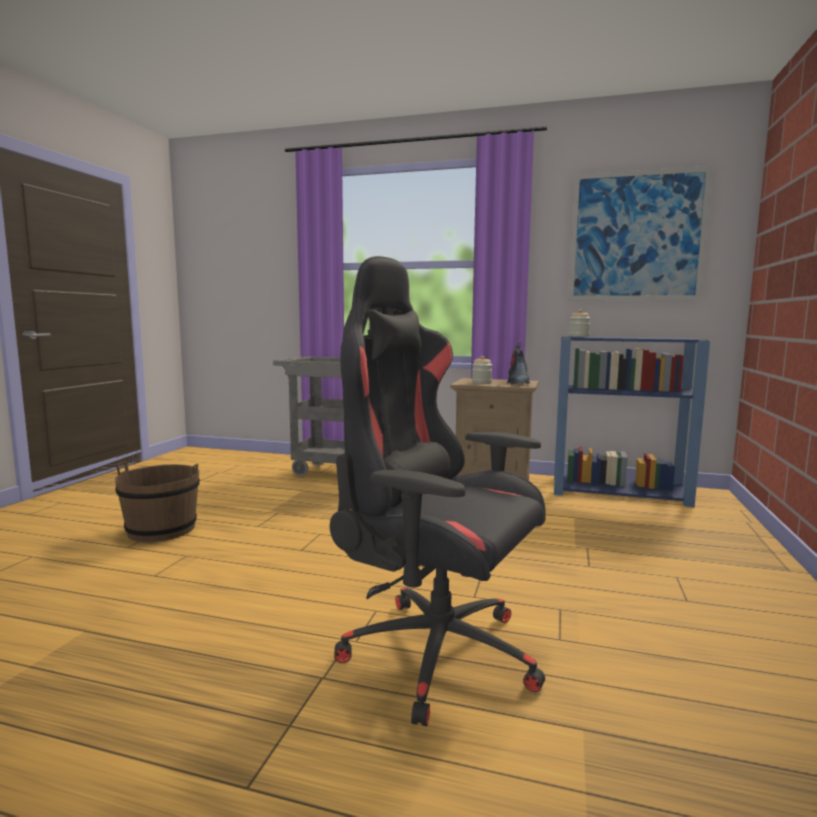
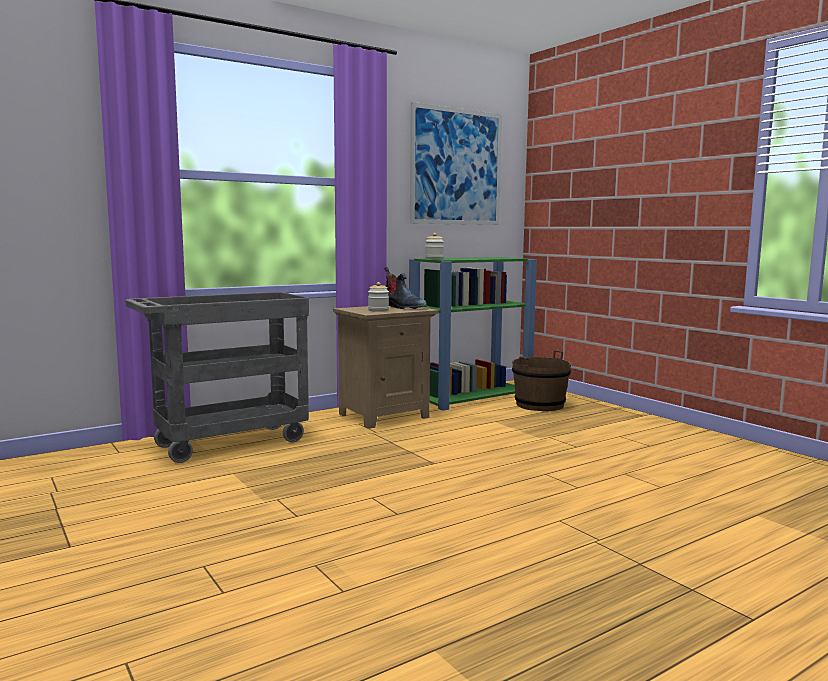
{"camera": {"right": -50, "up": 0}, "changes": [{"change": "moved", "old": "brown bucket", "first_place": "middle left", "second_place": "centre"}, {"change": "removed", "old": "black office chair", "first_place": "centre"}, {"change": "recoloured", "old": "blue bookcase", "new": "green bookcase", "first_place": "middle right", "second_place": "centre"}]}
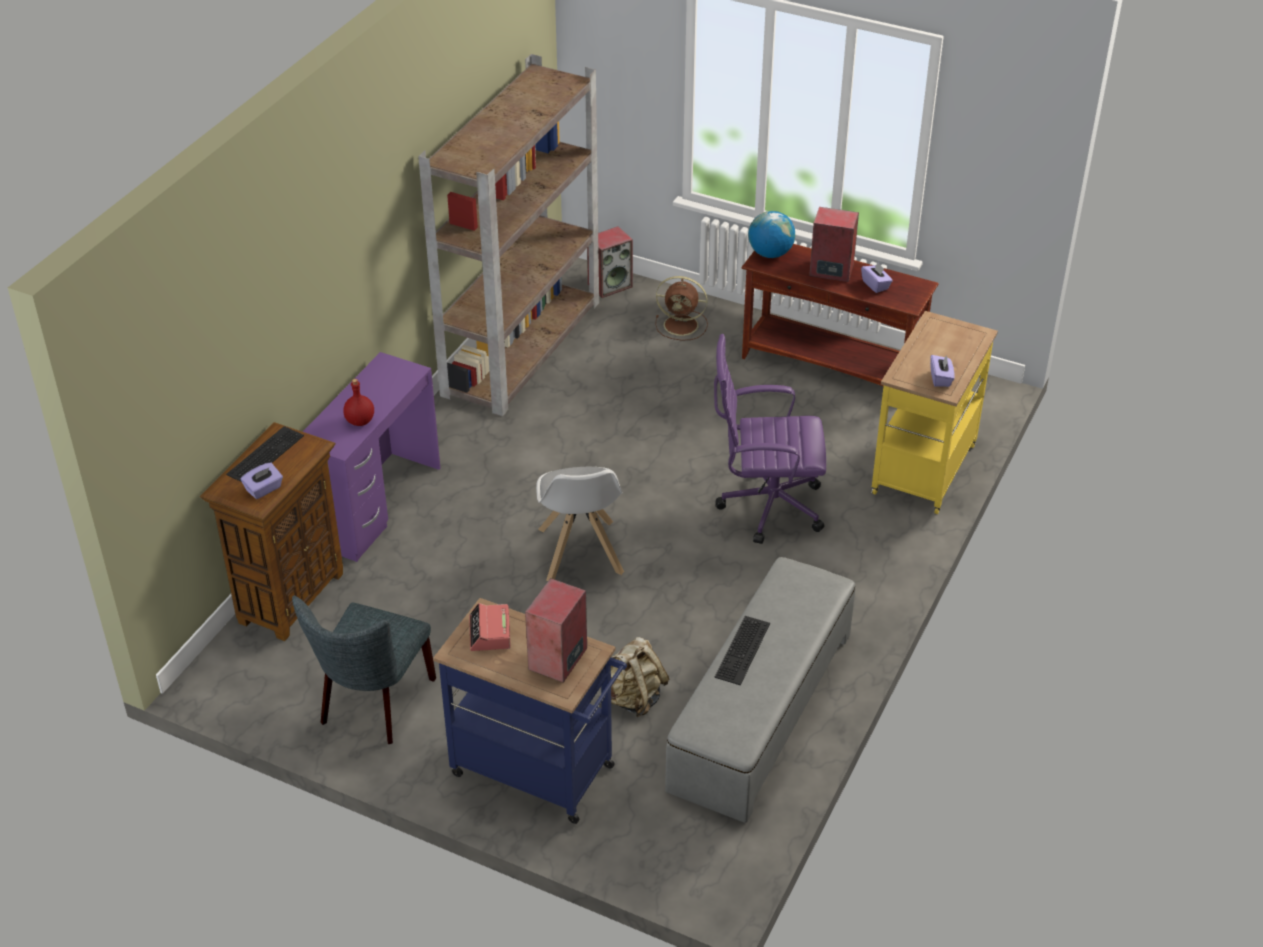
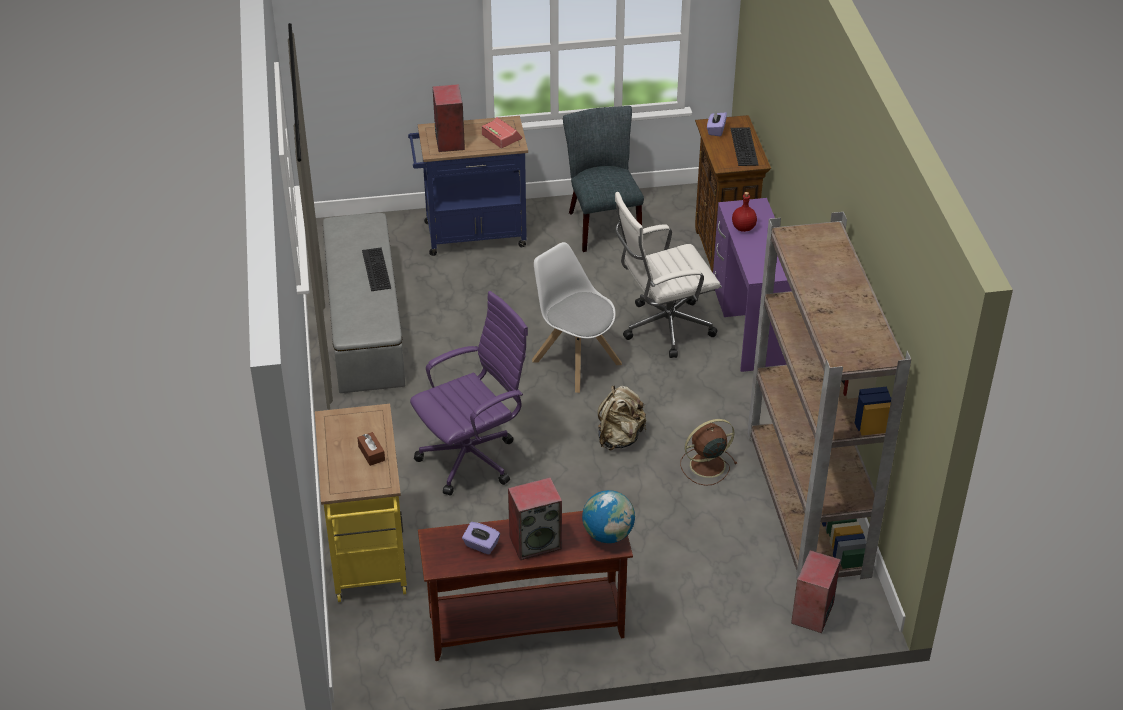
{"camera": {"right": 145, "up": 0}, "changes": [{"change": "moved", "old": "beige backpack", "first_place": "bottom centre", "second_place": "centre"}, {"change": "moved", "old": "brown fan", "first_place": "top centre", "second_place": "centre"}, {"change": "removed", "old": "purple tissue box (3rd from left)", "first_place": "middle right"}, {"change": "added", "new": "brown tissue box", "second_place": "middle left"}, {"change": "added", "new": "white office chair", "second_place": "centre"}]}
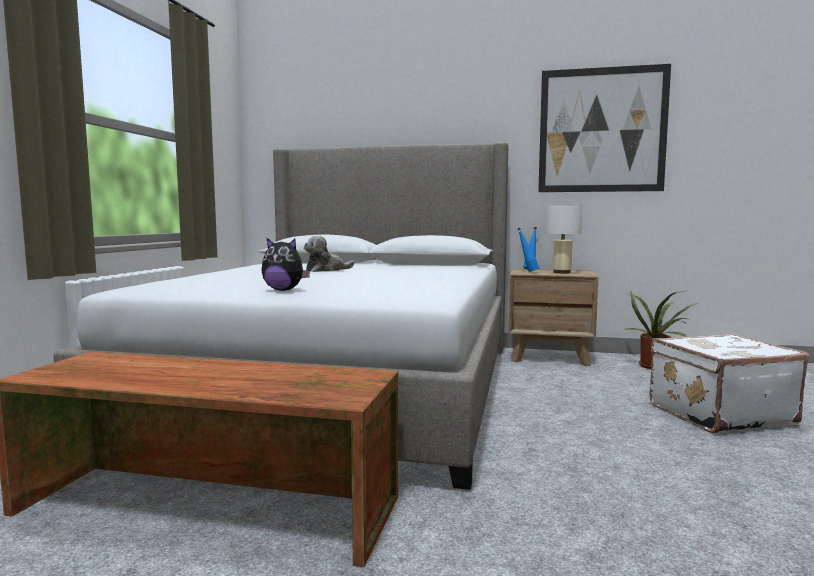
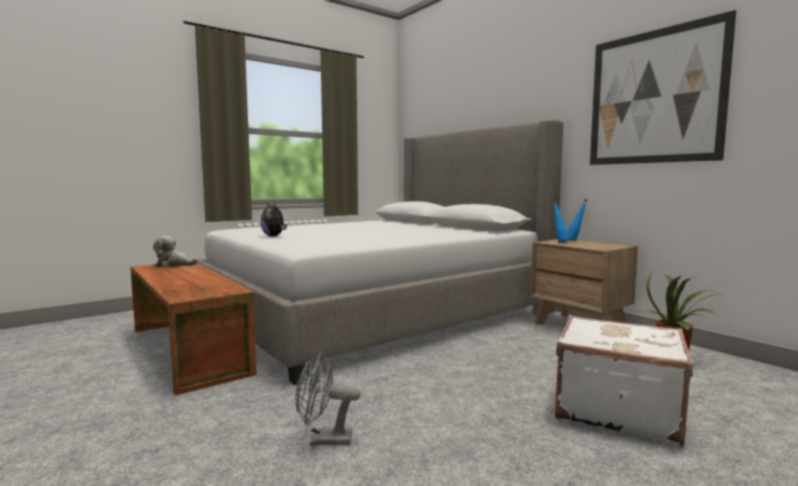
{"camera": {"right": 40, "up": 0}, "changes": [{"change": "moved", "old": "plush toy (2nd from left in the first image)", "new": "plush toy (1st from left)", "first_place": "centre", "second_place": "middle left"}, {"change": "removed", "old": "white table lamp", "first_place": "middle right"}, {"change": "added", "new": "grey fan", "second_place": "bottom centre"}]}
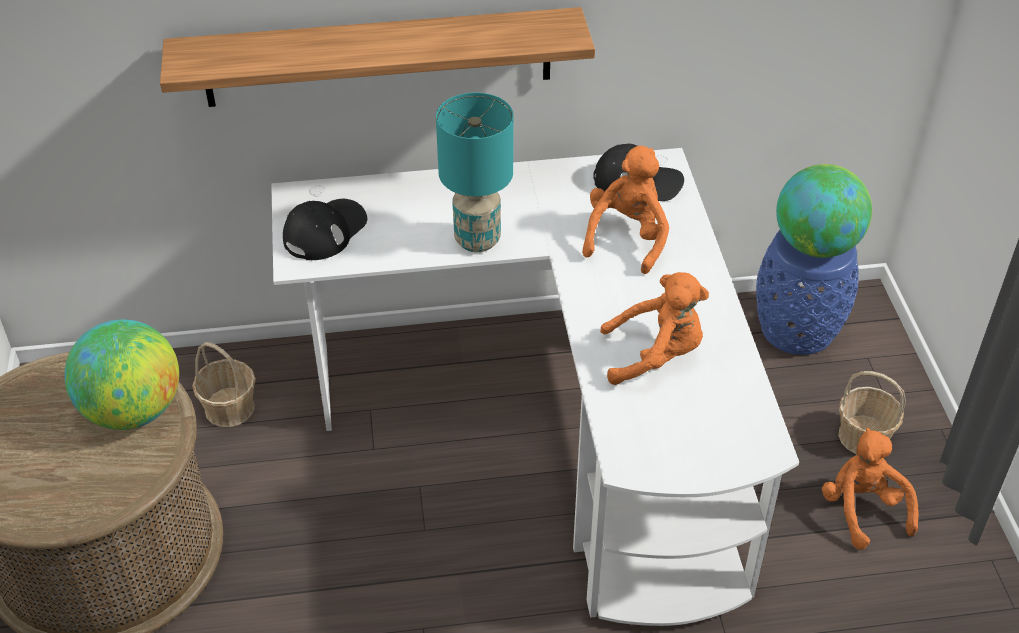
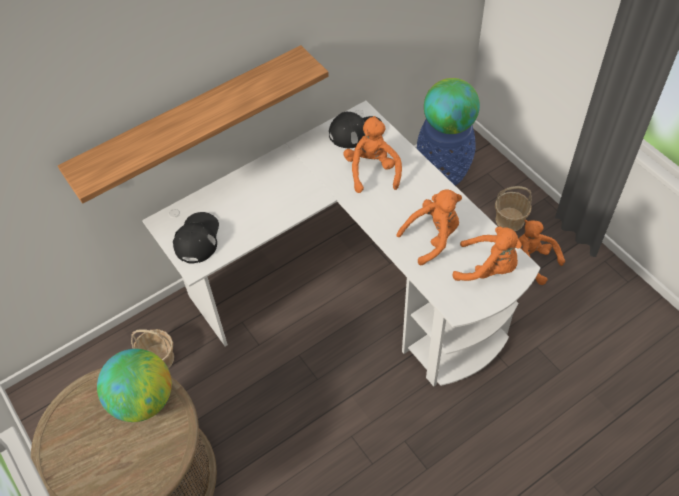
{"camera": {"right": -25, "up": 10}, "changes": [{"change": "removed", "old": "turquoise table lamp", "first_place": "top centre"}, {"change": "added", "new": "orange plush toy (3rd from left)", "second_place": "middle right"}]}
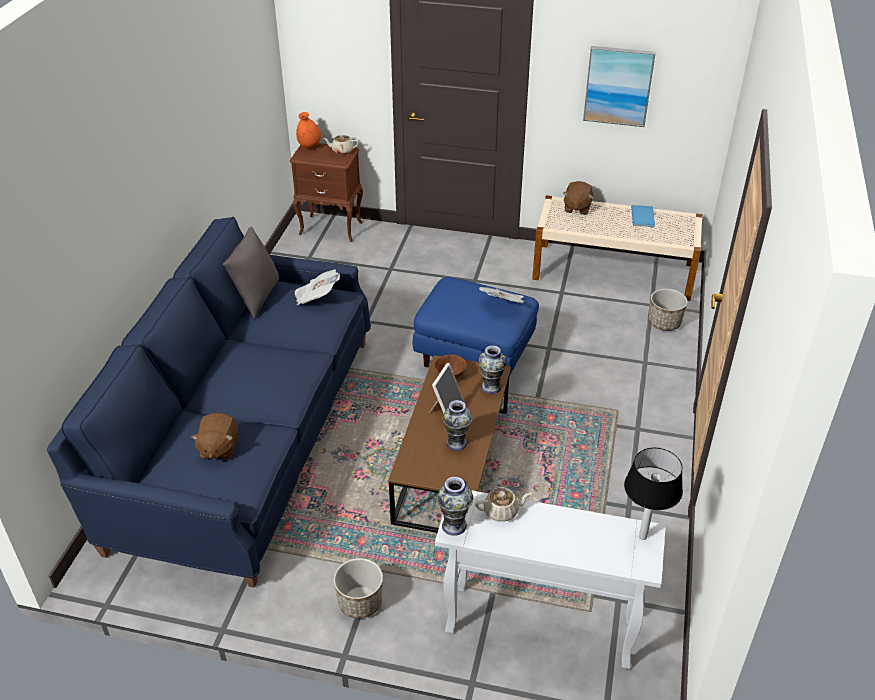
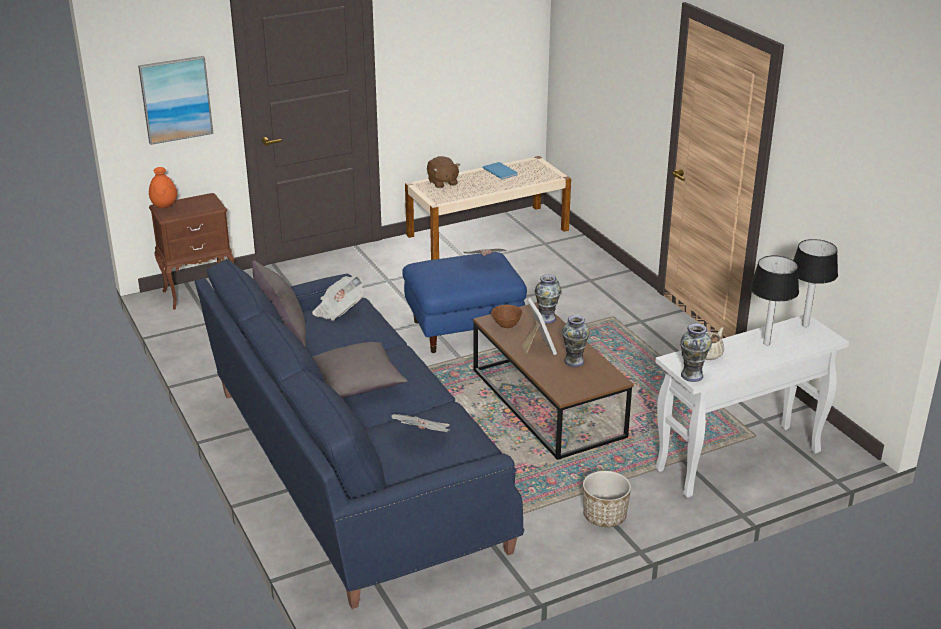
{"camera": {"right": -40, "up": -10}, "changes": [{"change": "replaced", "old": "brown plush toy (1st from left)", "new": "newspaper (2nd from left)", "first_place": "middle left", "second_place": "bottom centre"}, {"change": "removed", "old": "beige teapot (1st from left)", "first_place": "top centre"}, {"change": "moved", "old": "picture", "first_place": "top right", "second_place": "top left"}, {"change": "removed", "old": "planter (2nd from left)", "first_place": "middle right"}, {"change": "added", "new": "grey pillow (2nd from left)", "second_place": "centre"}, {"change": "added", "new": "table lamp (1st from left)", "second_place": "middle right"}]}
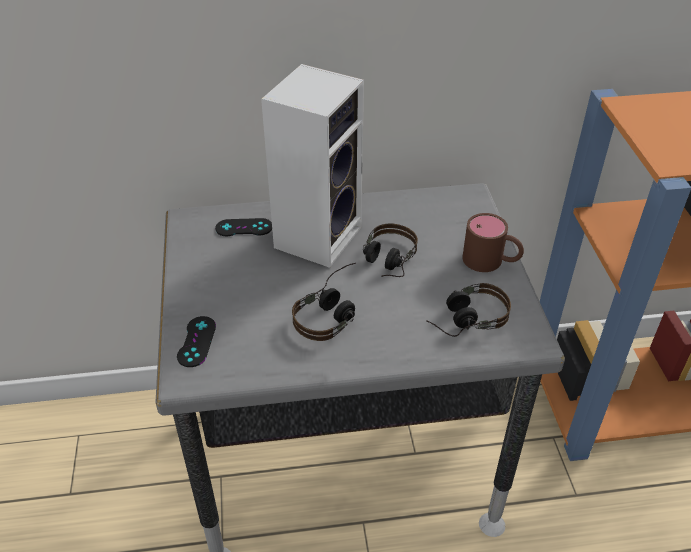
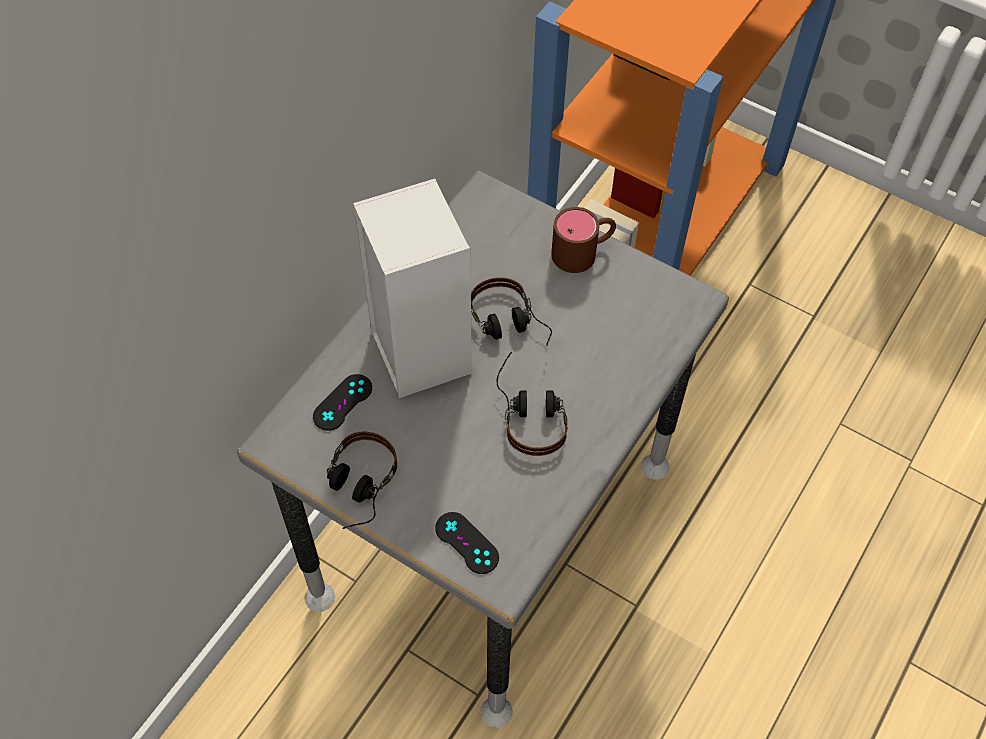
{"camera": {"right": -50, "up": 15}, "changes": [{"change": "moved", "old": "headphones (3rd from left in the first image)", "new": "headphones (1st from left)", "first_place": "middle right", "second_place": "centre"}]}
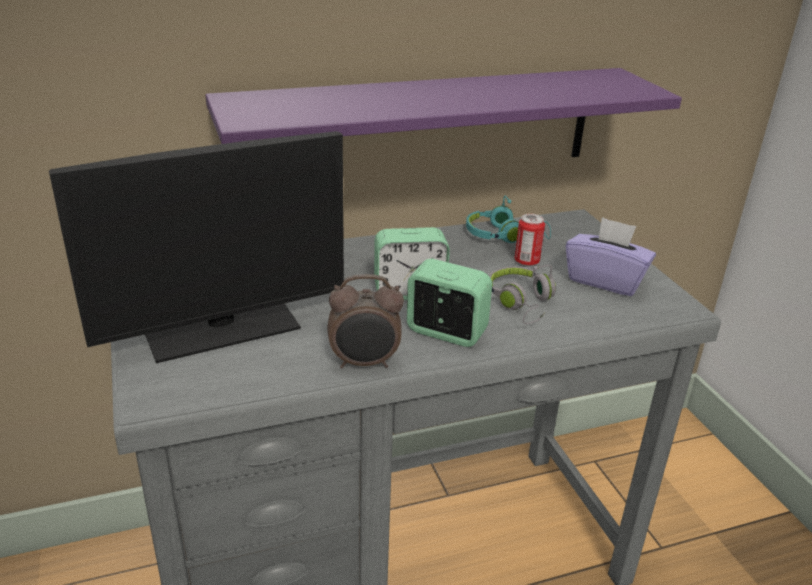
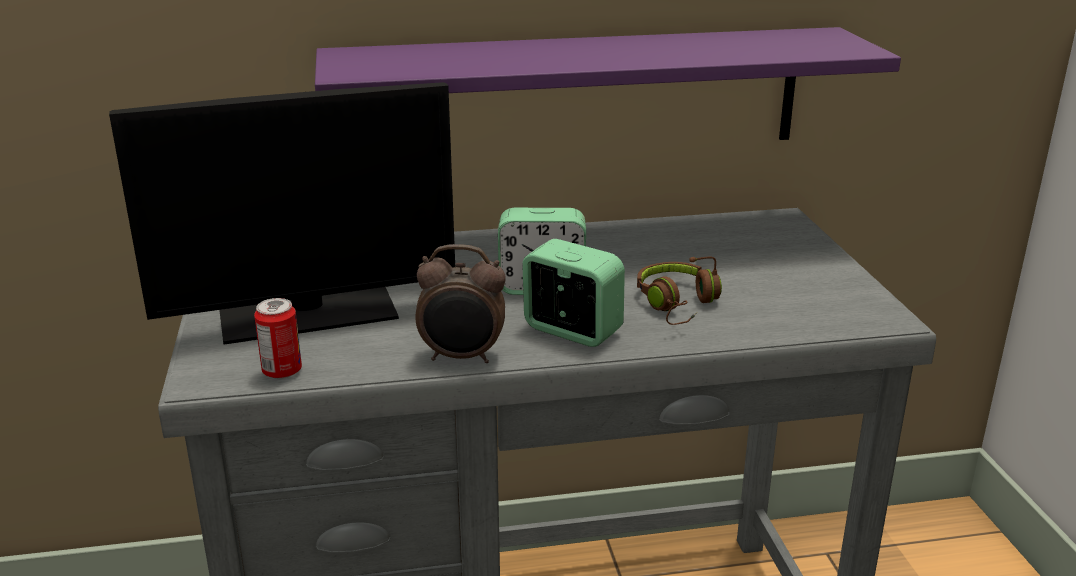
{"camera": {"right": 10, "up": -5}, "changes": [{"change": "removed", "old": "turquoise headphones", "first_place": "centre"}, {"change": "recoloured", "old": "grey headphones", "new": "brown headphones", "first_place": "centre", "second_place": "centre"}, {"change": "moved", "old": "can", "first_place": "centre", "second_place": "middle left"}, {"change": "removed", "old": "purple tissue box", "first_place": "middle right"}]}
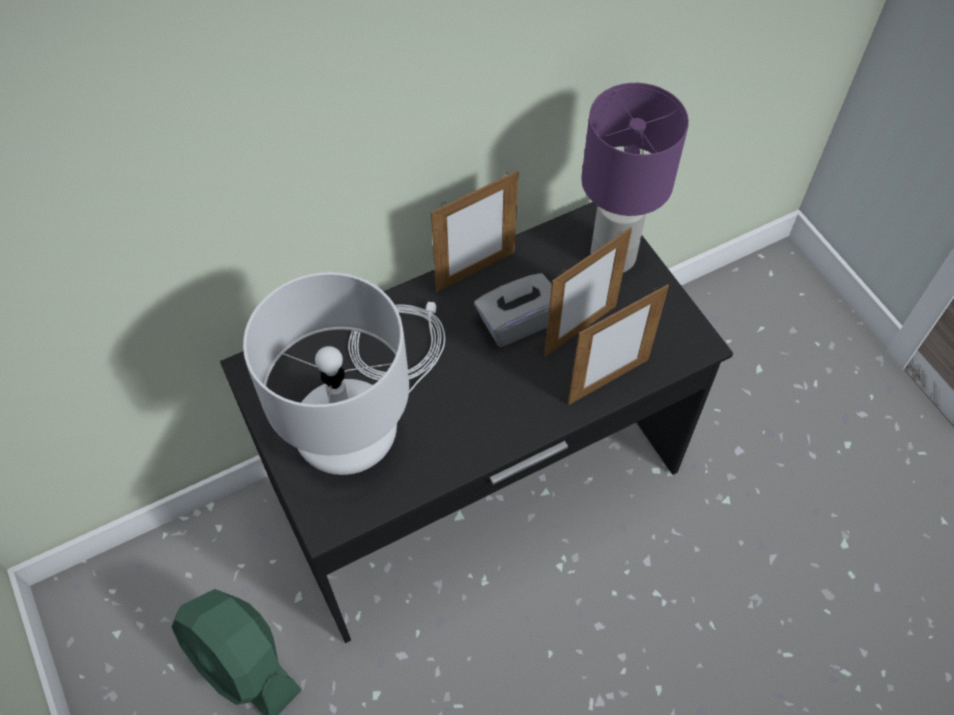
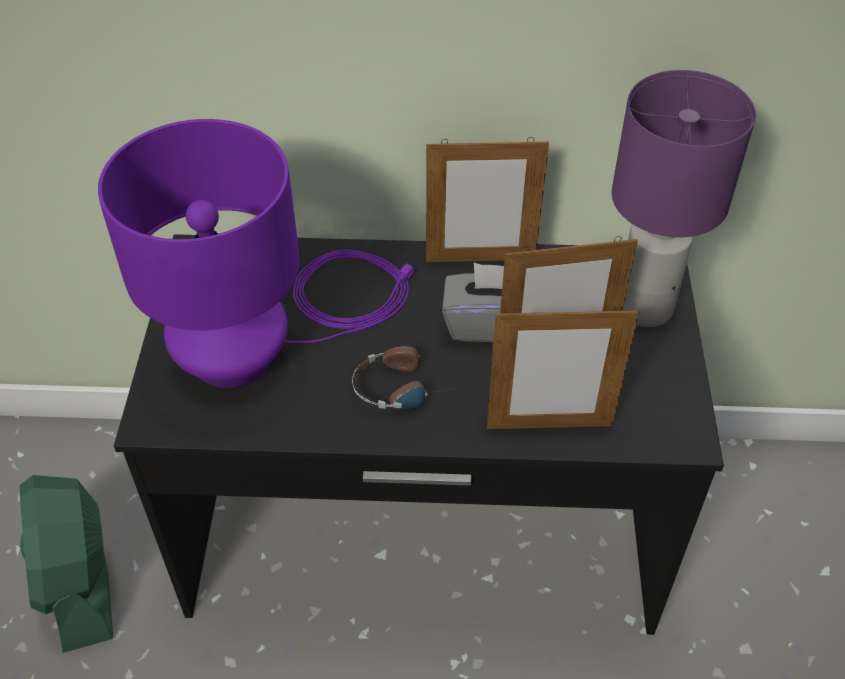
{"camera": {"right": 30, "up": -10}, "changes": [{"change": "recoloured", "old": "white table lamp", "new": "purple table lamp (1st from left)", "first_place": "centre", "second_place": "middle left"}, {"change": "added", "new": "headphones", "second_place": "centre"}]}
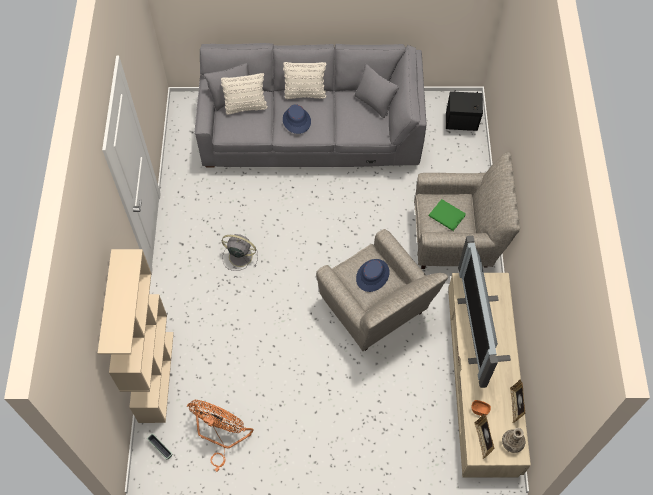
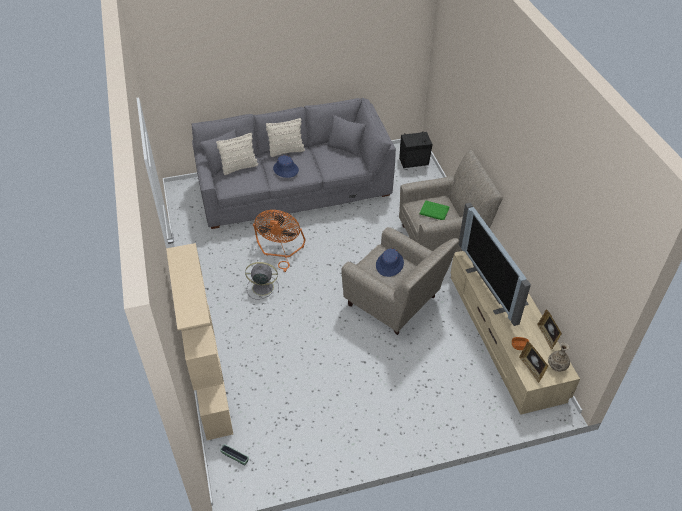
{"camera": {"right": -15, "up": -15}, "changes": [{"change": "moved", "old": "orange fan", "first_place": "bottom centre", "second_place": "centre"}]}
